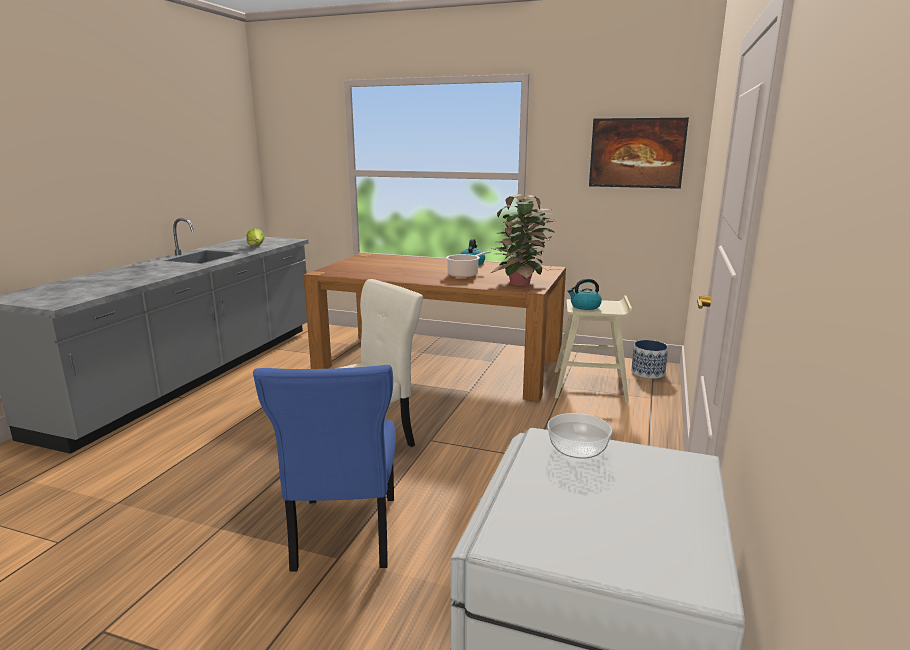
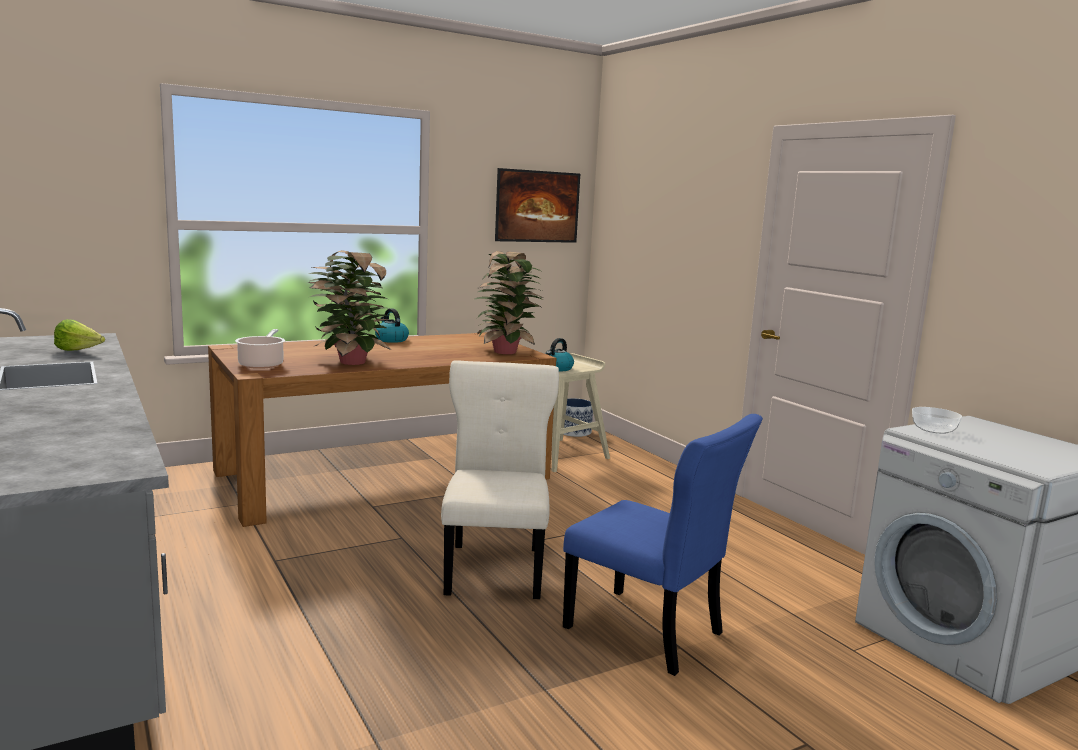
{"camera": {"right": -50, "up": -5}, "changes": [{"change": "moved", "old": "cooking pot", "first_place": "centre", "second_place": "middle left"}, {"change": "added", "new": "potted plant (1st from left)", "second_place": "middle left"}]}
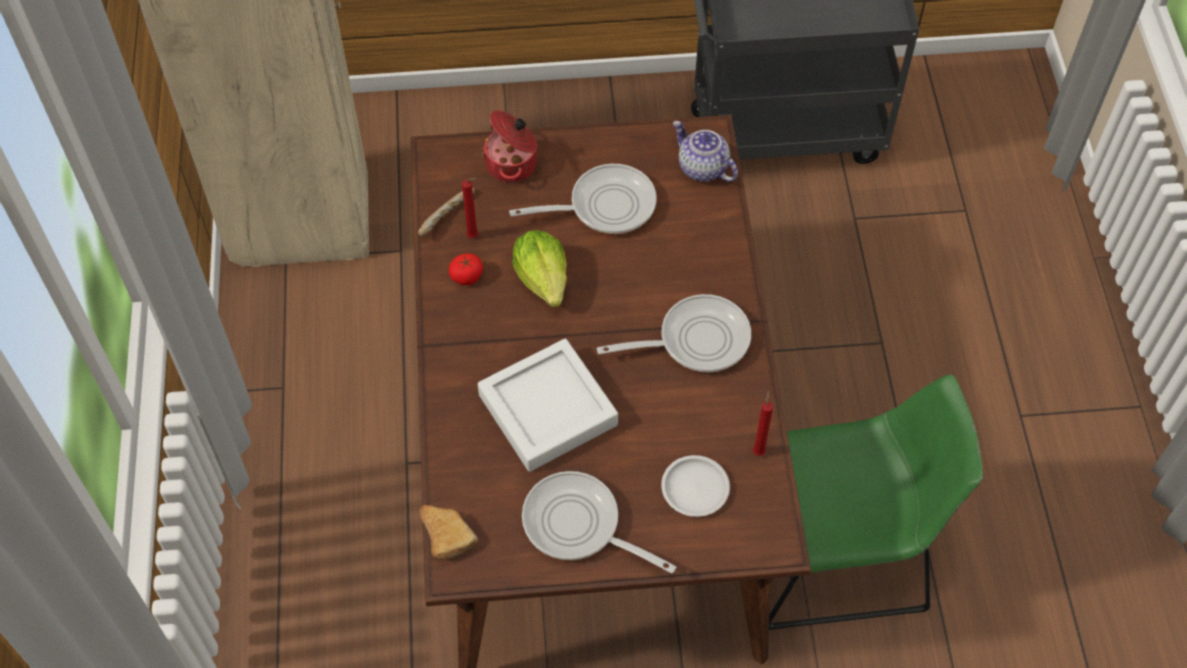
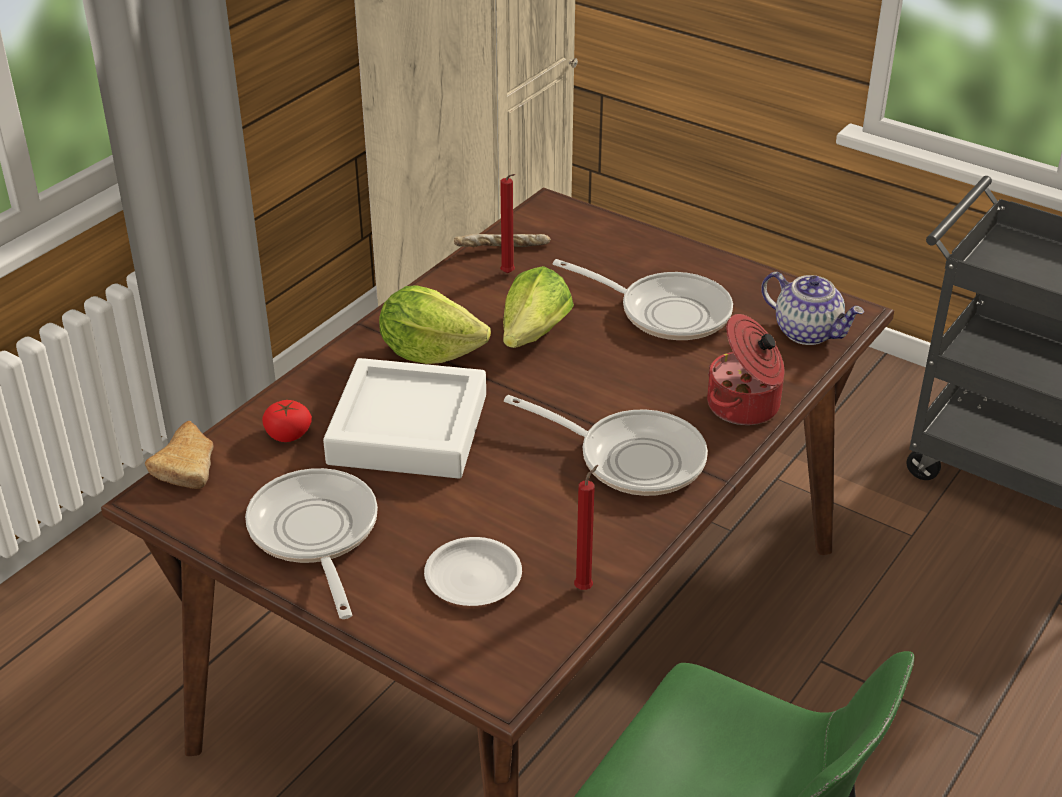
{"camera": {"right": 40, "up": -20}, "changes": [{"change": "moved", "old": "tomato", "first_place": "centre", "second_place": "middle left"}, {"change": "moved", "old": "cooking pot", "first_place": "top centre", "second_place": "middle right"}, {"change": "turned", "old": "teapot", "first_place": "top centre", "second_place": "middle right", "degrees": 135}, {"change": "added", "new": "lettuce (1st from left)", "second_place": "centre"}]}
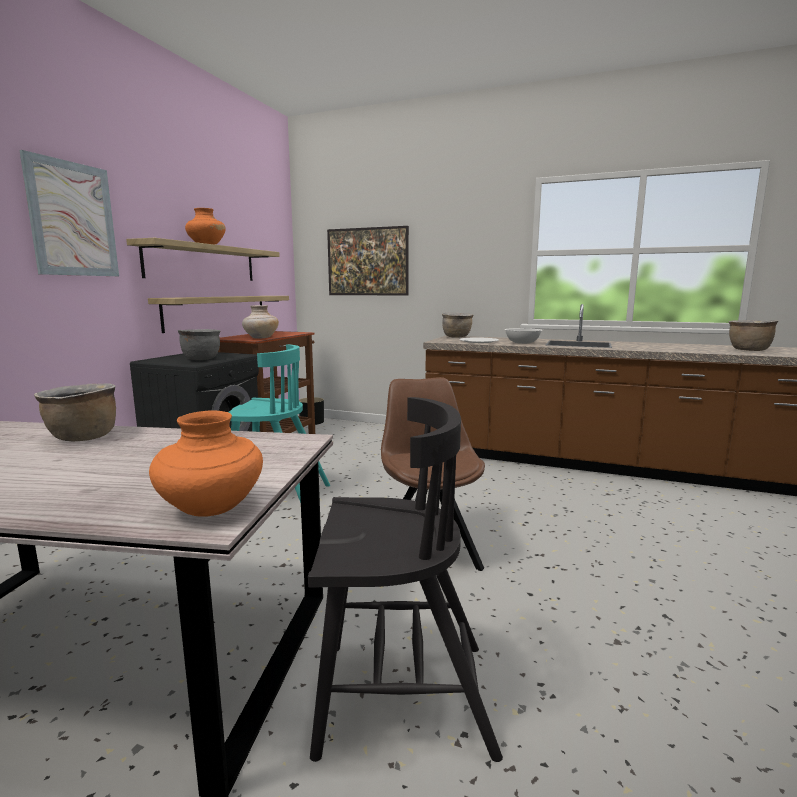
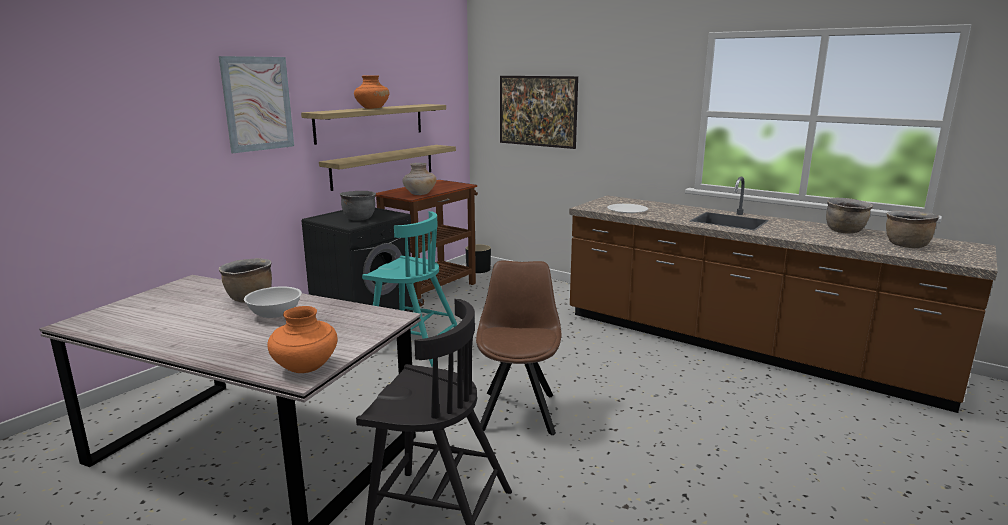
{"camera": {"right": 15, "up": 5}, "changes": [{"change": "moved", "old": "brown cooking pot (2nd from left)", "first_place": "centre", "second_place": "middle right"}, {"change": "moved", "old": "white bowl", "first_place": "centre", "second_place": "middle left"}]}
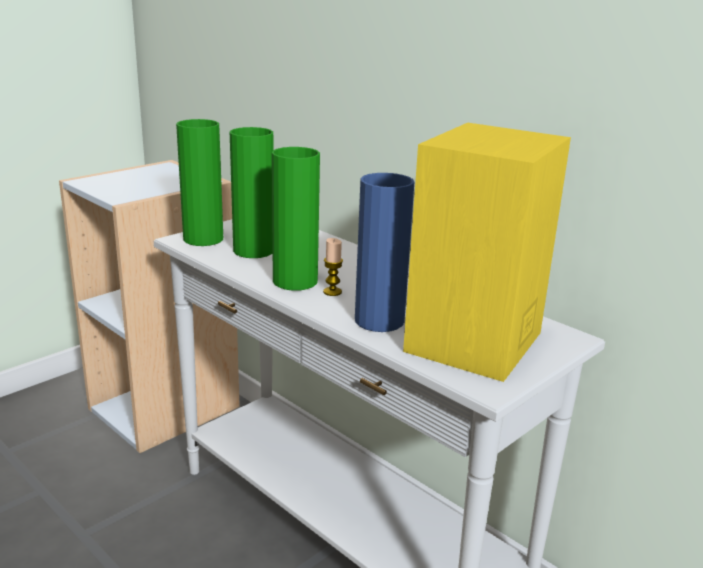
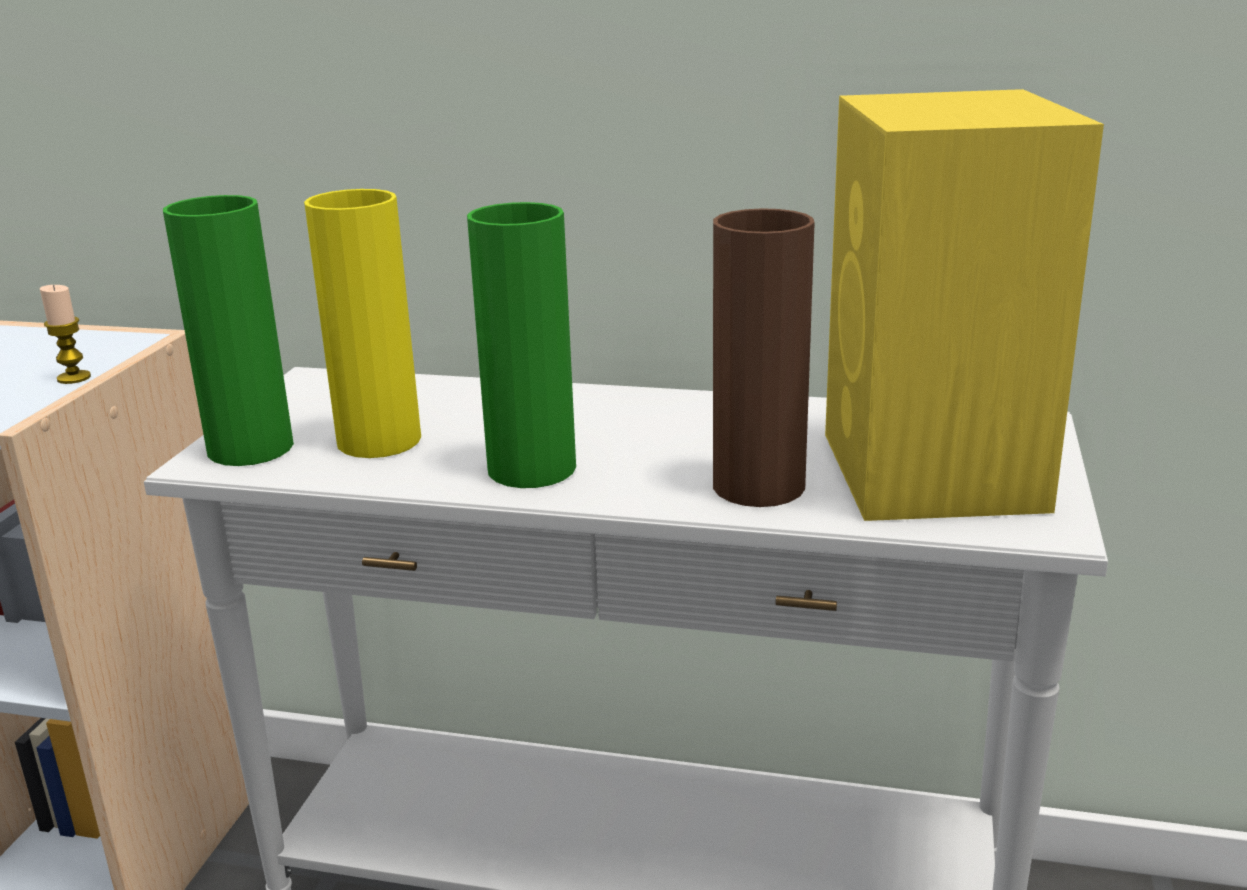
{"camera": {"right": -30, "up": 0}, "changes": [{"change": "recoloured", "old": "green vase (2nd from left)", "new": "yellow vase", "first_place": "centre", "second_place": "middle left"}, {"change": "moved", "old": "candle", "first_place": "centre", "second_place": "middle left"}, {"change": "recoloured", "old": "blue vase", "new": "brown vase", "first_place": "centre", "second_place": "centre"}]}
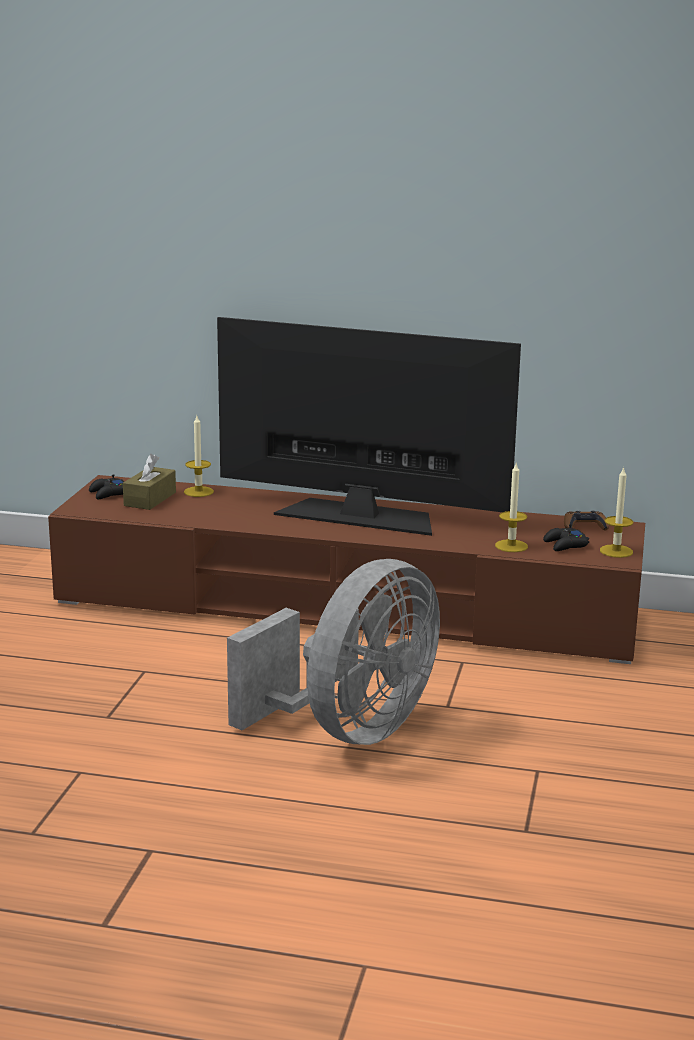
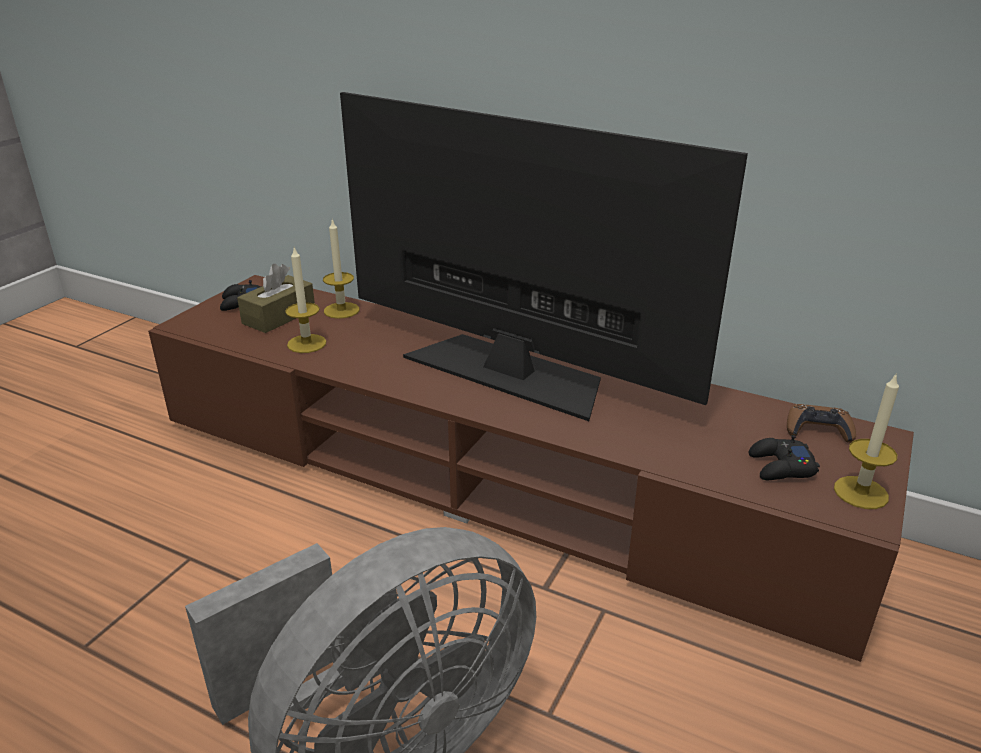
{"camera": {"right": 15, "up": 10}, "changes": [{"change": "moved", "old": "candle (2nd from left in the first image)", "new": "candle (1st from left)", "first_place": "middle right", "second_place": "middle left"}]}
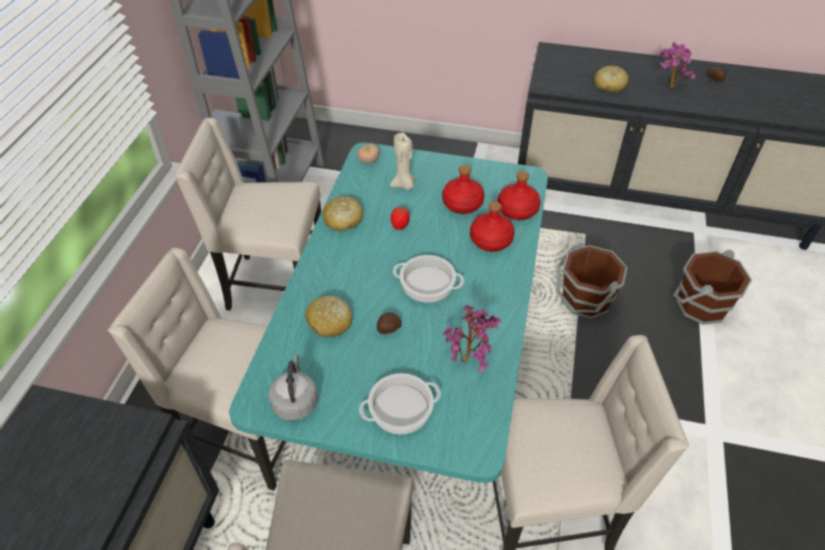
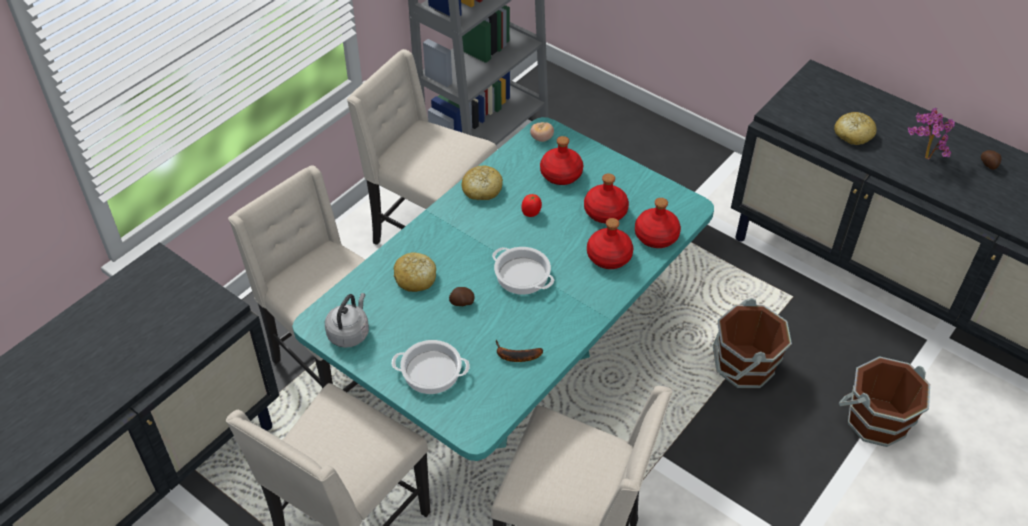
{"camera": {"right": 25, "up": 0}, "changes": [{"change": "replaced", "old": "beige candle", "new": "red bottle (1st from left)", "first_place": "top centre", "second_place": "top centre"}, {"change": "replaced", "old": "potted plant (1st from left)", "new": "banana", "first_place": "centre", "second_place": "bottom centre"}]}
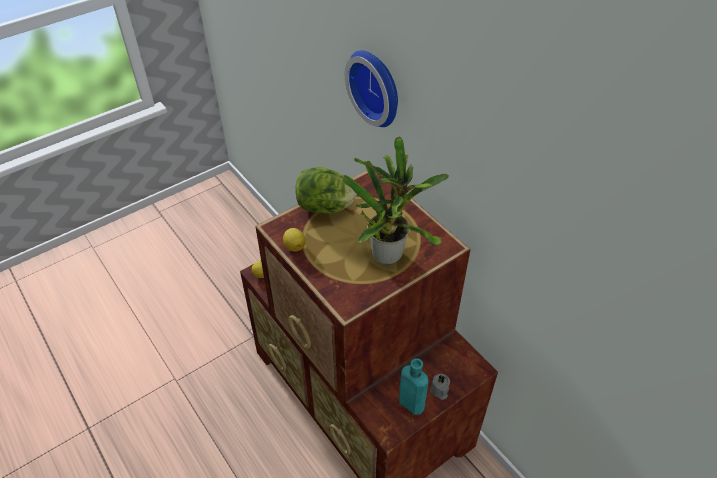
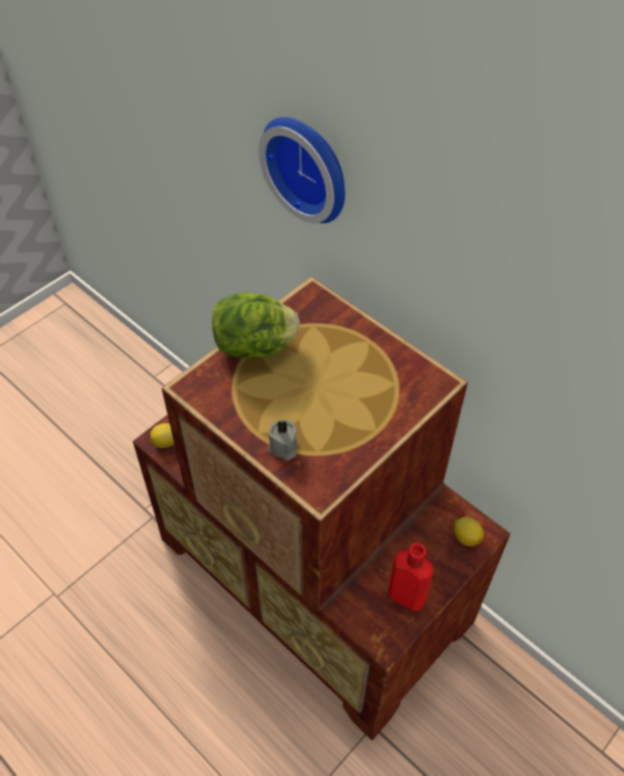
{"camera": {"right": -10, "up": 5}, "changes": [{"change": "moved", "old": "lemon (2nd from left)", "first_place": "centre", "second_place": "bottom right"}, {"change": "removed", "old": "potted plant", "first_place": "centre"}, {"change": "recoloured", "old": "turquoise bottle", "new": "red bottle", "first_place": "bottom centre", "second_place": "bottom centre"}, {"change": "moved", "old": "grey candle", "first_place": "bottom centre", "second_place": "centre"}]}
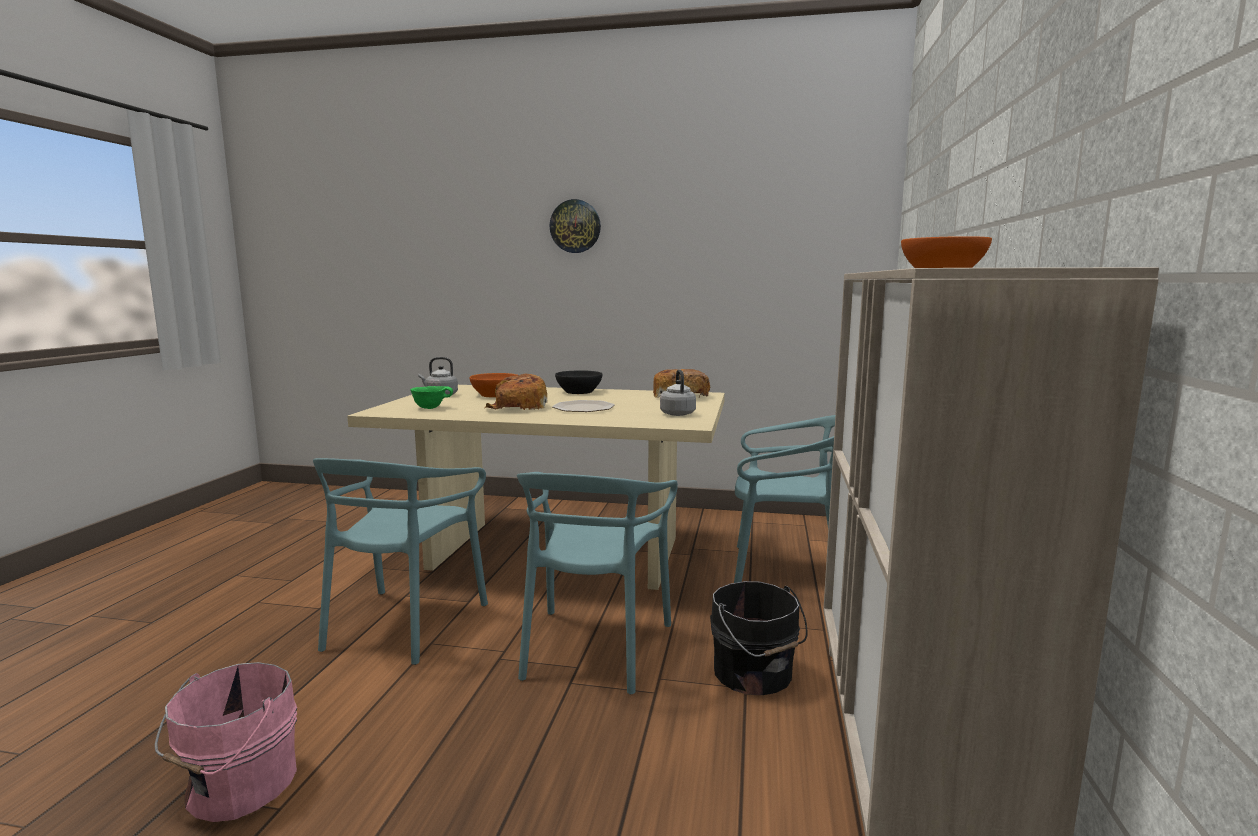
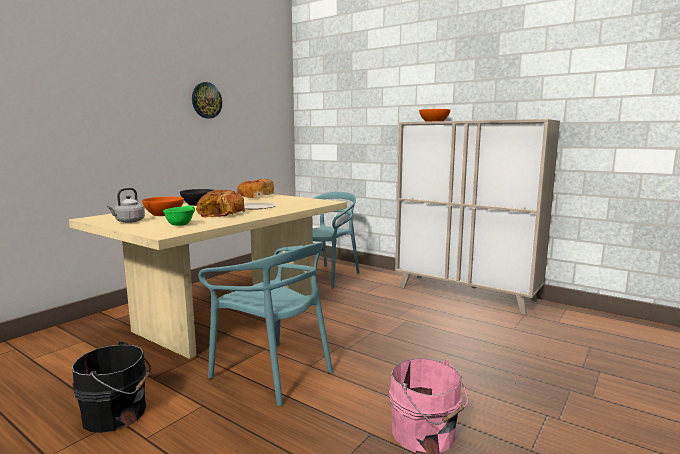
{"camera": {"right": -65, "up": 0}, "changes": [{"change": "removed", "old": "turquoise chair (2nd from left)", "first_place": "bottom centre"}, {"change": "moved", "old": "wall clock", "first_place": "top centre", "second_place": "top left"}, {"change": "removed", "old": "grey kettle (2nd from left)", "first_place": "centre"}, {"change": "moved", "old": "black bucket", "first_place": "bottom centre", "second_place": "bottom left"}]}
